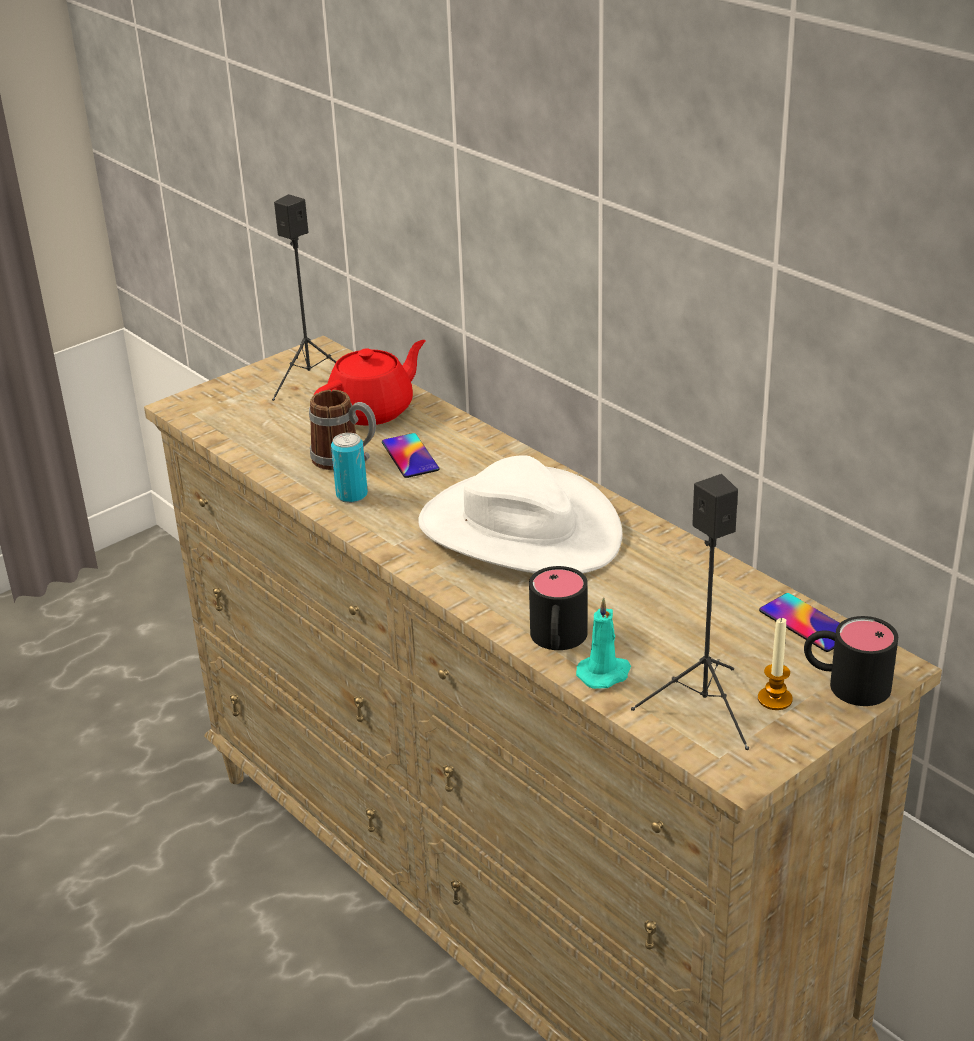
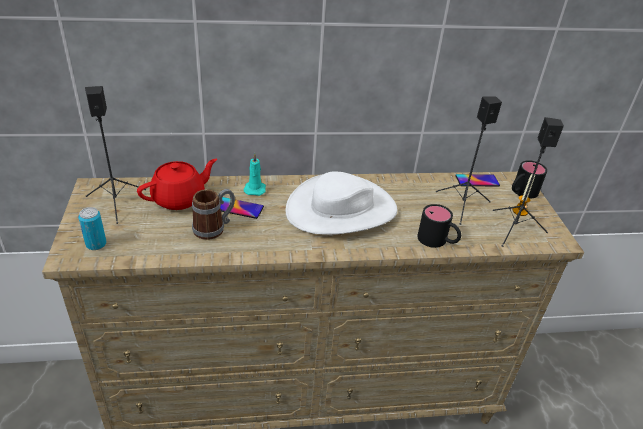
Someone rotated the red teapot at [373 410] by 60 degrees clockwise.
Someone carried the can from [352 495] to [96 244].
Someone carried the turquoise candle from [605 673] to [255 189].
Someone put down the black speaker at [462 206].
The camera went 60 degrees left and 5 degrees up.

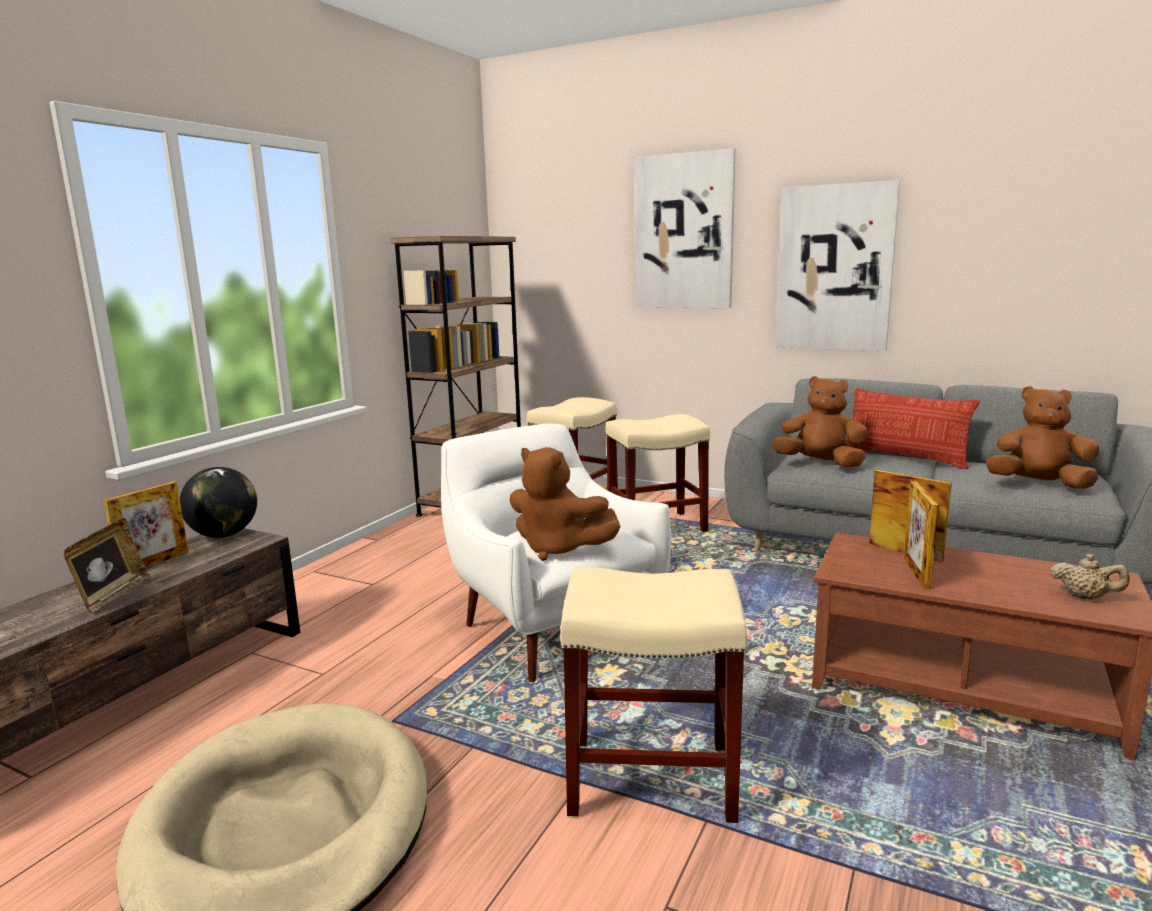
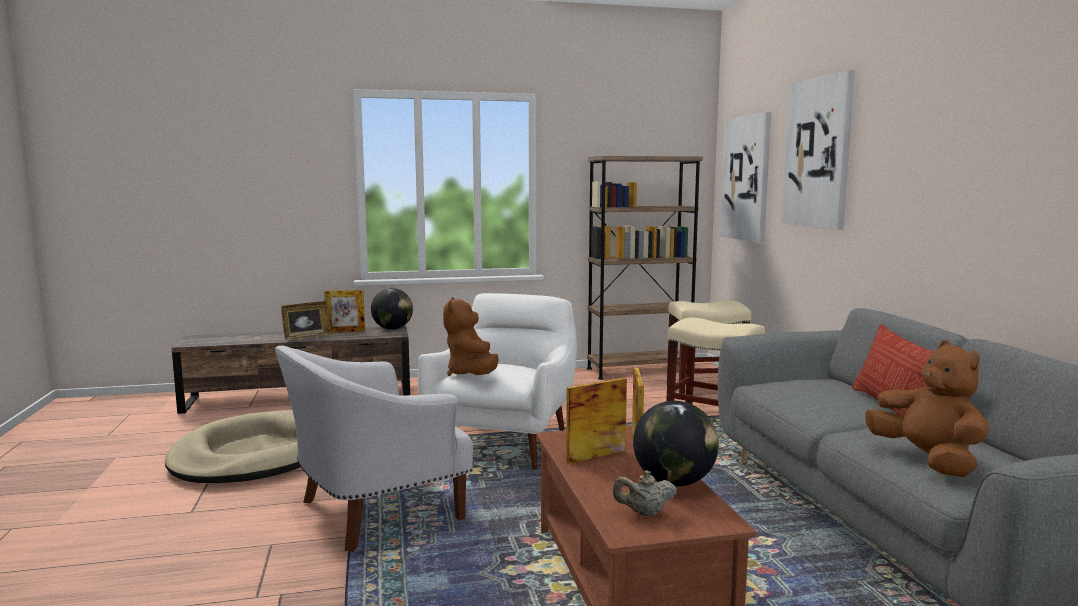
Someone swapped the beige stool at [649 780] for the white armchair at [373 512].
Someone took away the brown plush toy at [820 464].
Someone carried the picture from [834 268] to [746 178].
Someone rotated the beige teapot at [1085 597] by 90 degrees clockwise.
Someone put down the globe at [674 482].
The camera went 50 degrees right and 5 degrees down.

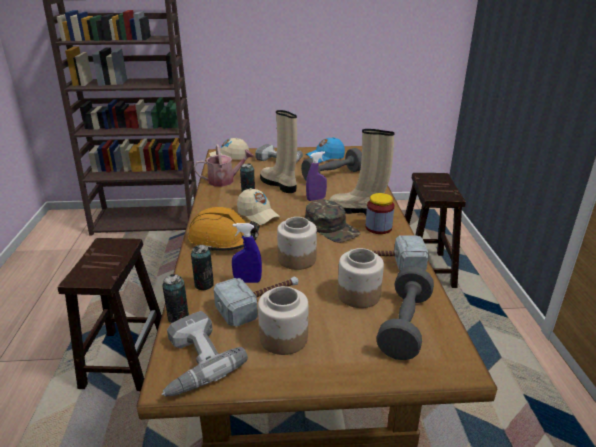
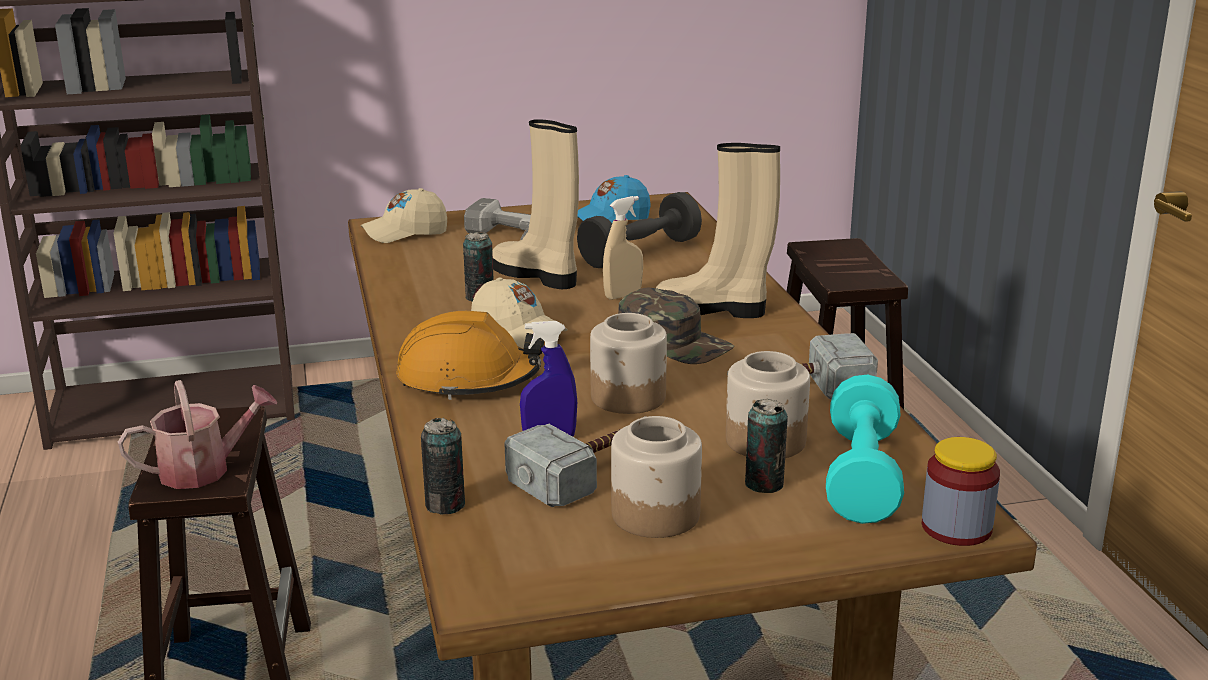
Someone took away the power drill at [191 362].
Someone carried the can from [204 285] to [764 484].
Someone carried the watering can from [225 180] to [204 469].
Someone repainted the purple spray bottle at [316 199], which became the beige spray bottle at [623 295].
Someone carried the jar from [378 228] to [956 527].
Someone repainted the grey dumbbell at [405 325], which became the turquoise dumbbell at [862 477].
The camera went 10 degrees left and 5 degrees down.

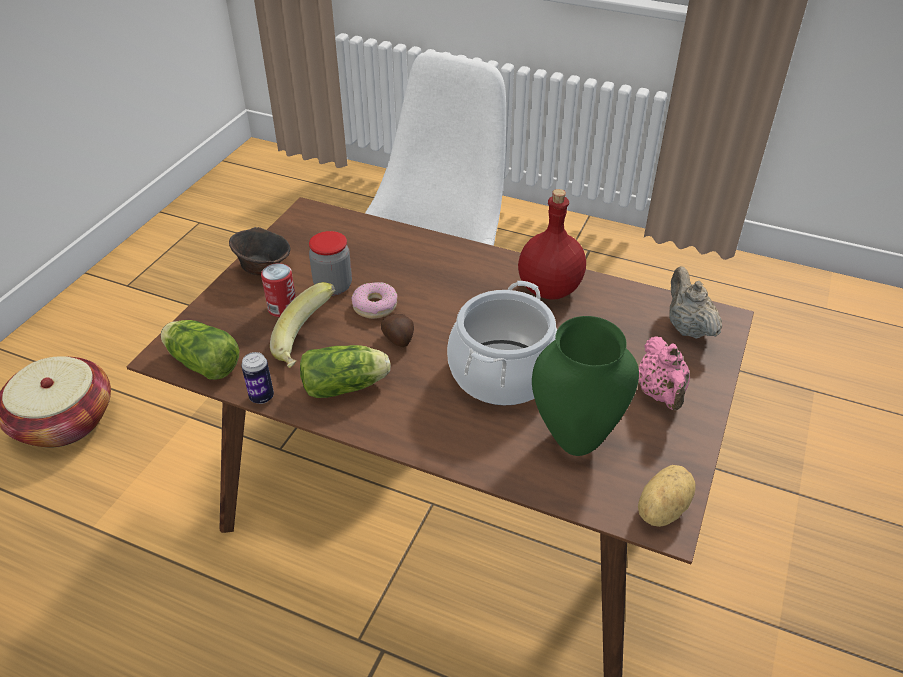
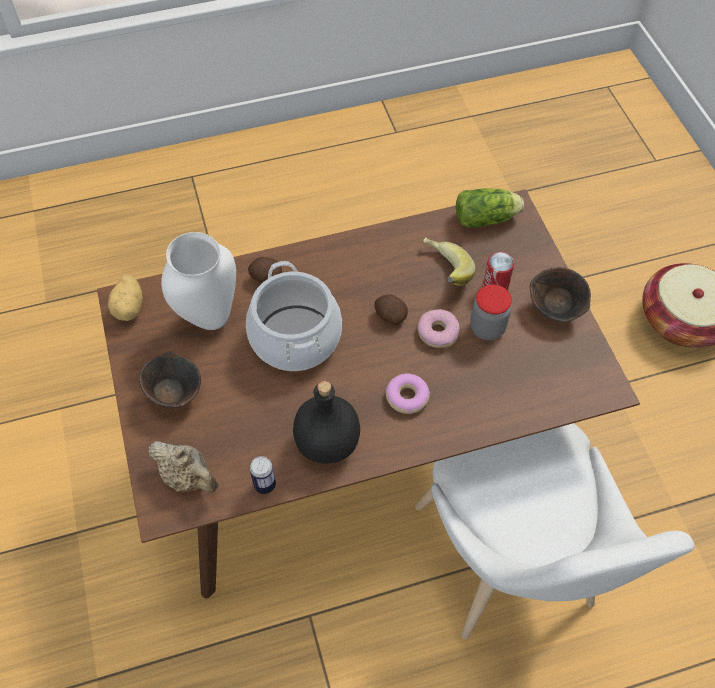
Someone carried the can from [261 397] to [265 485].
Someone took away the lettuce at [347 386].
Someone repainted the red bottle at [548 288], which became the black bottle at [328 443].
Someone repainted the green vase at [575 442], which became the white vase at [209 317].
Someone swapped the pink teapot at [660 394] for the brown bowl at [174 393].
Someone put down the potato at [266 278].
Someone put down the donut at [407 397].
The camera went 140 degrees right and 15 degrees up.

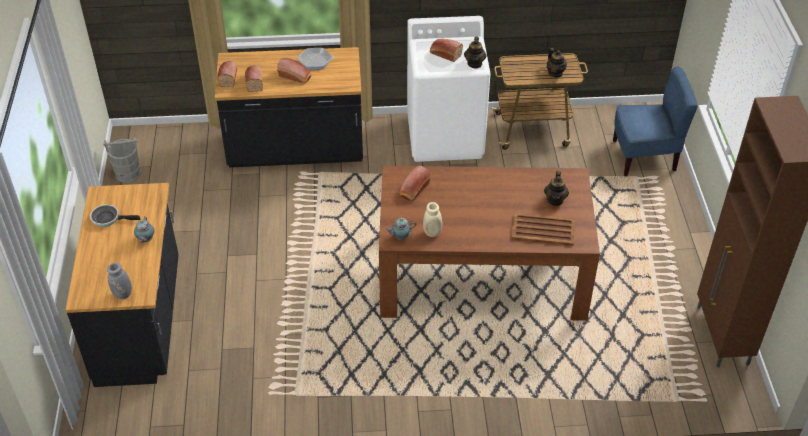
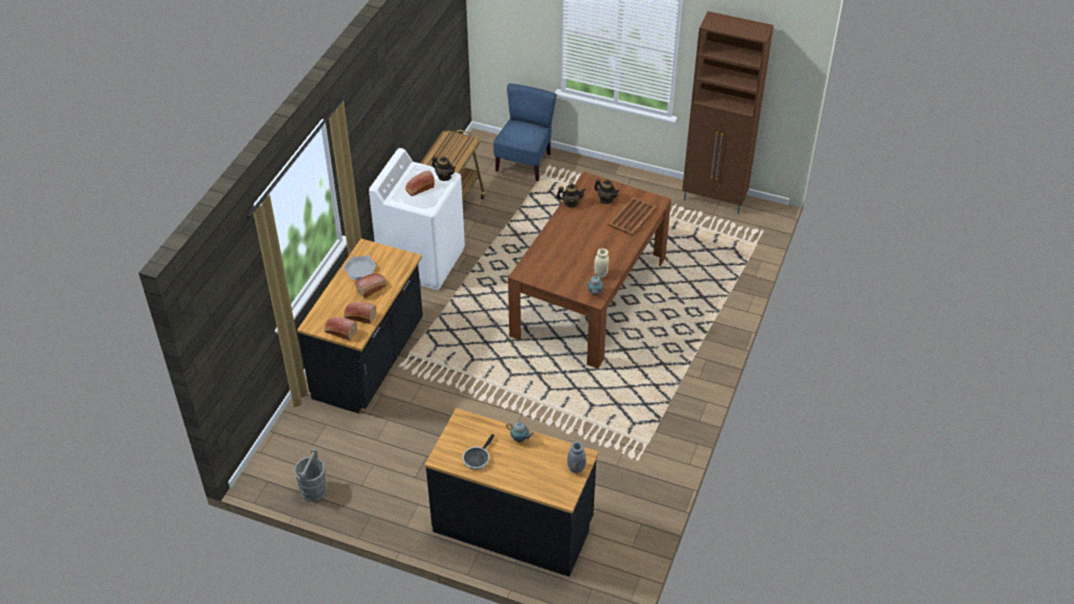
Someone took away the bread at [414 190].
Someone carried the teapot from [555 73] to [570 203].
The camera went 65 degrees left and 0 degrees up.

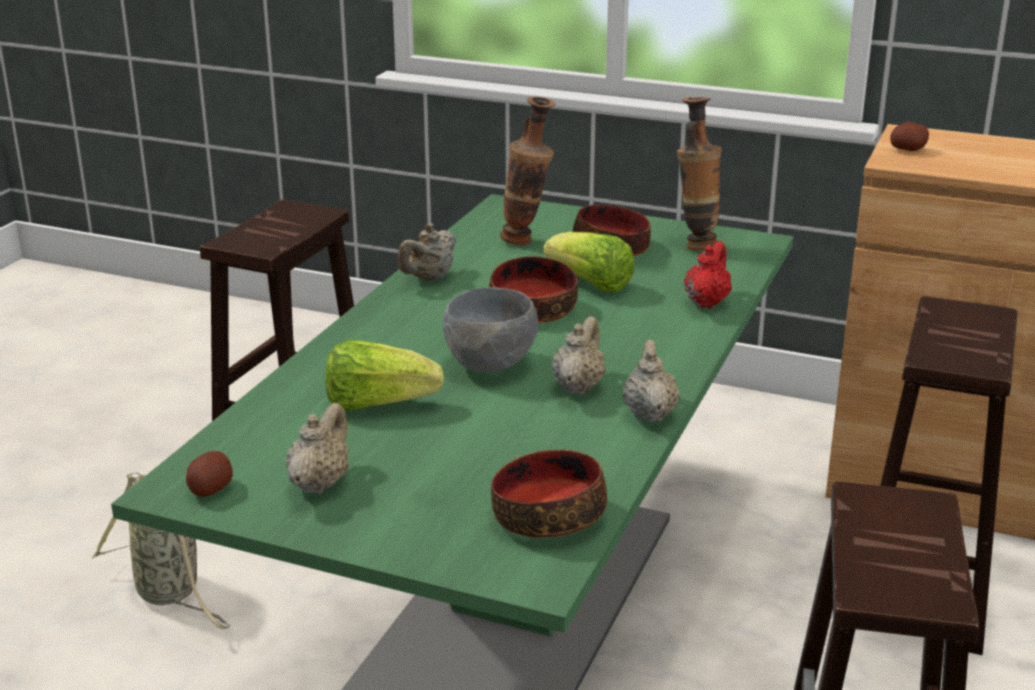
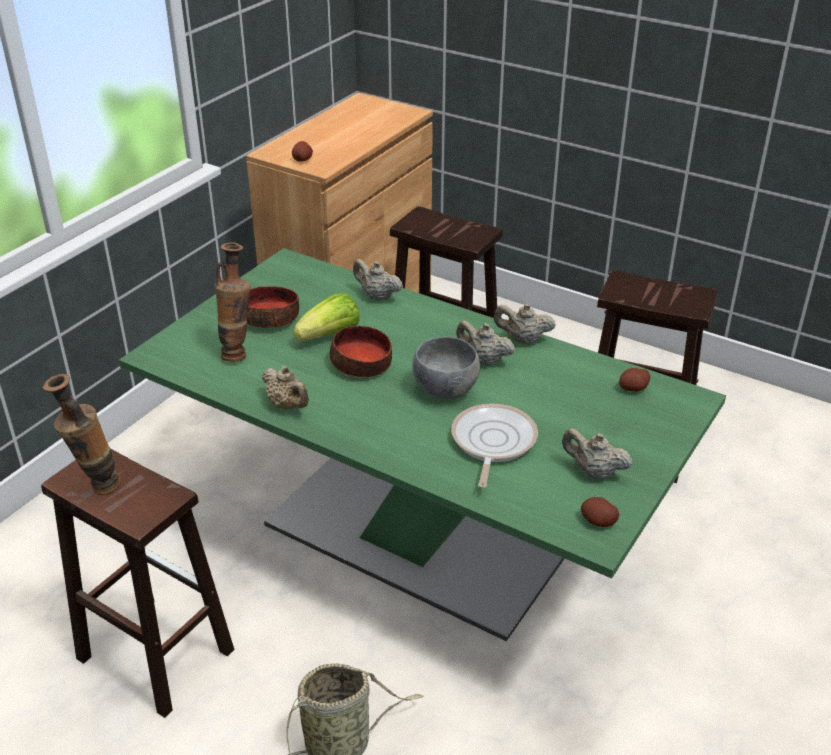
Someone swapped the lettuce at [378 404] for the frying pan at [492 442].
Someone swapped the bowl at [549 515] for the potato at [633 388].
Someone carried the vase from [695 244] to [96 488].
Someone repainted the red teapot at [706 302], which became the beige teapot at [377 296].
The camera went 80 degrees left and 10 degrees up.

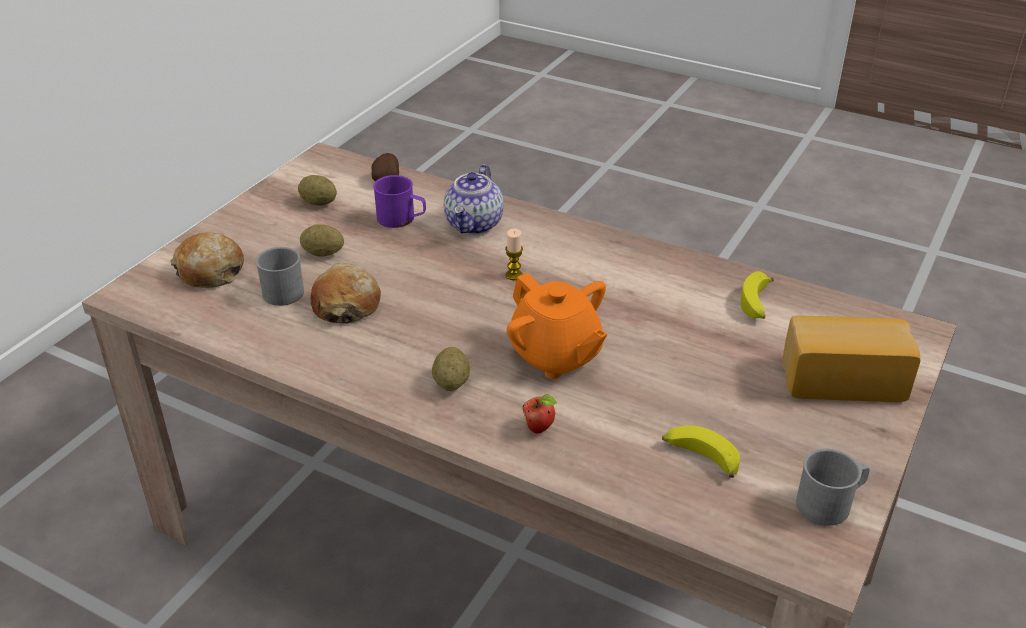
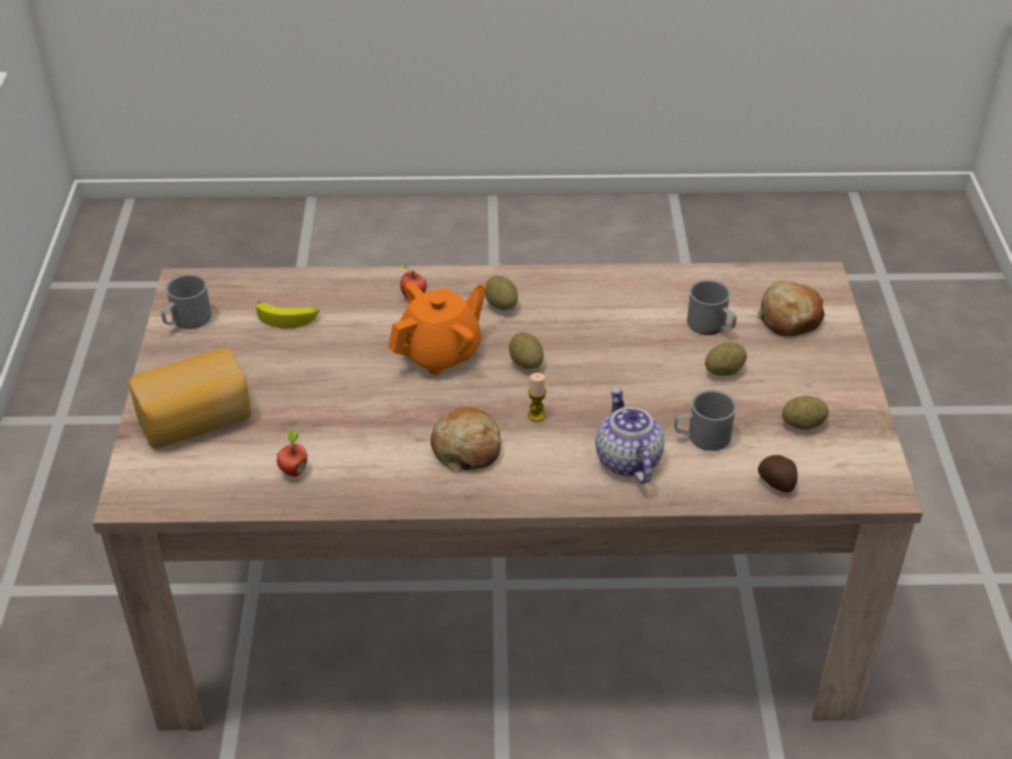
Someone carried the bread from [346 305] to [466 449].
Someone repainted the purple mug at [401 219], which became the grey mug at [702 437].
Someone rotated the orange teapot at [555 356] by 120 degrees clockwise.
Someone swapped the banana at [757 304] for the apple at [293 471].
Someone put down the potato at [526 363].
The camera went 150 degrees right and 5 degrees up.

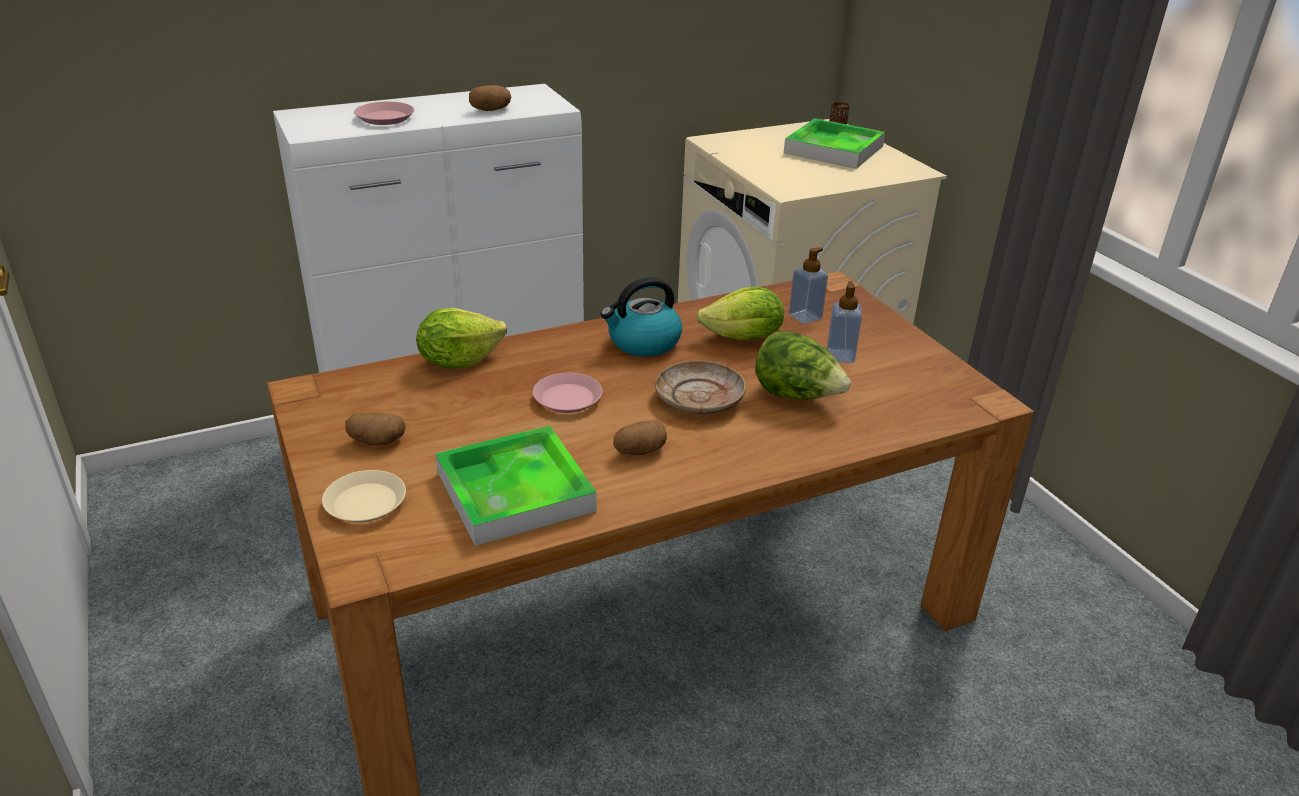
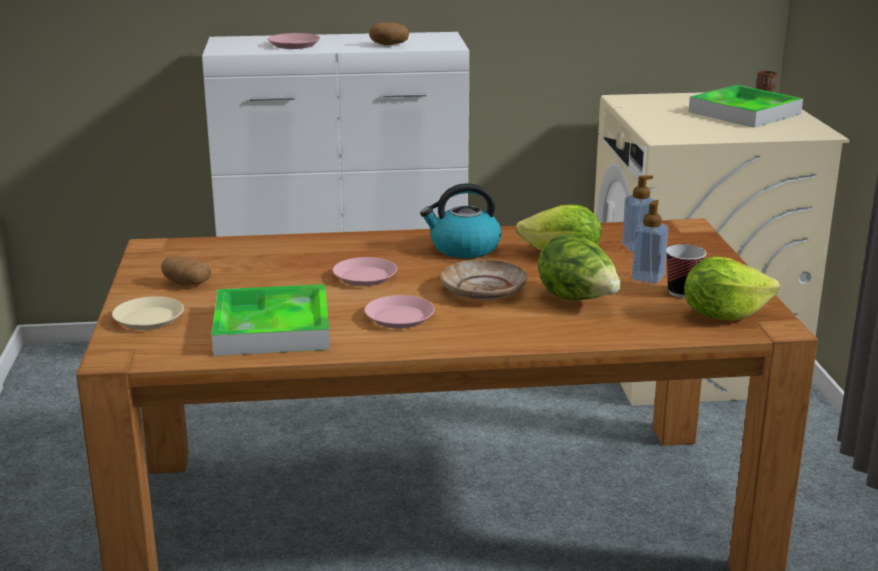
Someone carried the lettuce from [459 361] to [723 315].
Someone swapped the potato at [640 451] for the pink plate at [400 317].
Someone put down the cup at [682 292].
The camera went 20 degrees right and 10 degrees down.

